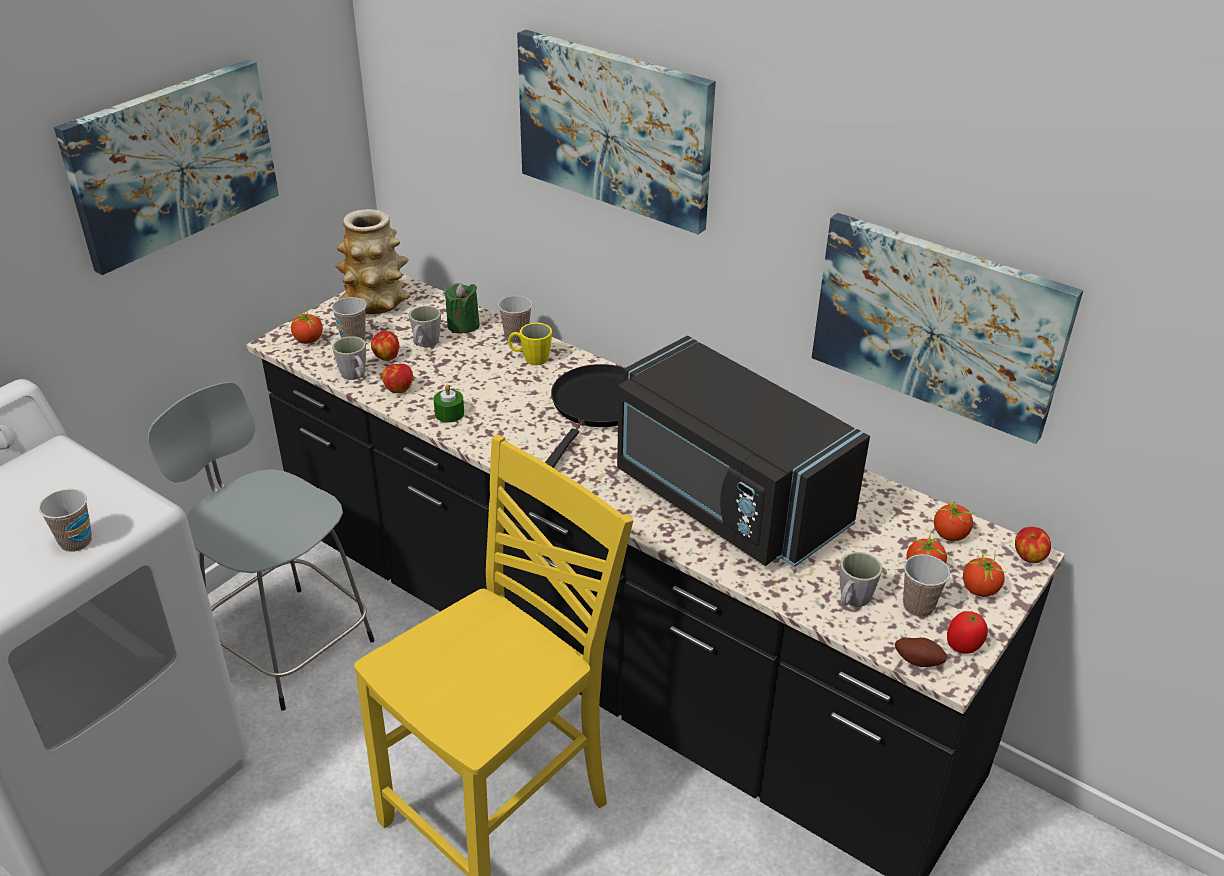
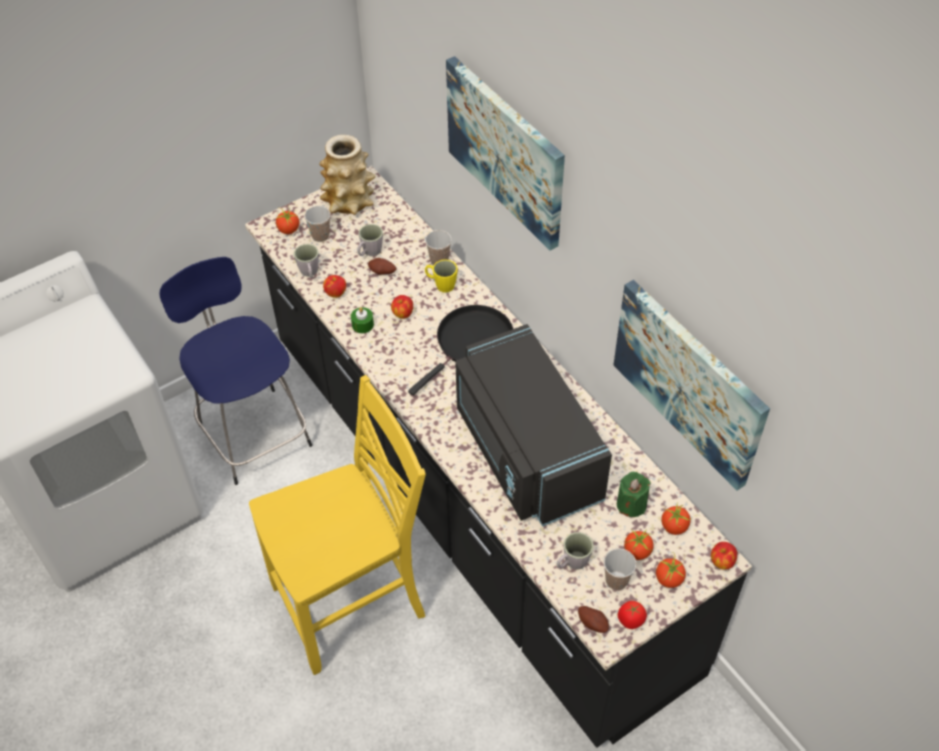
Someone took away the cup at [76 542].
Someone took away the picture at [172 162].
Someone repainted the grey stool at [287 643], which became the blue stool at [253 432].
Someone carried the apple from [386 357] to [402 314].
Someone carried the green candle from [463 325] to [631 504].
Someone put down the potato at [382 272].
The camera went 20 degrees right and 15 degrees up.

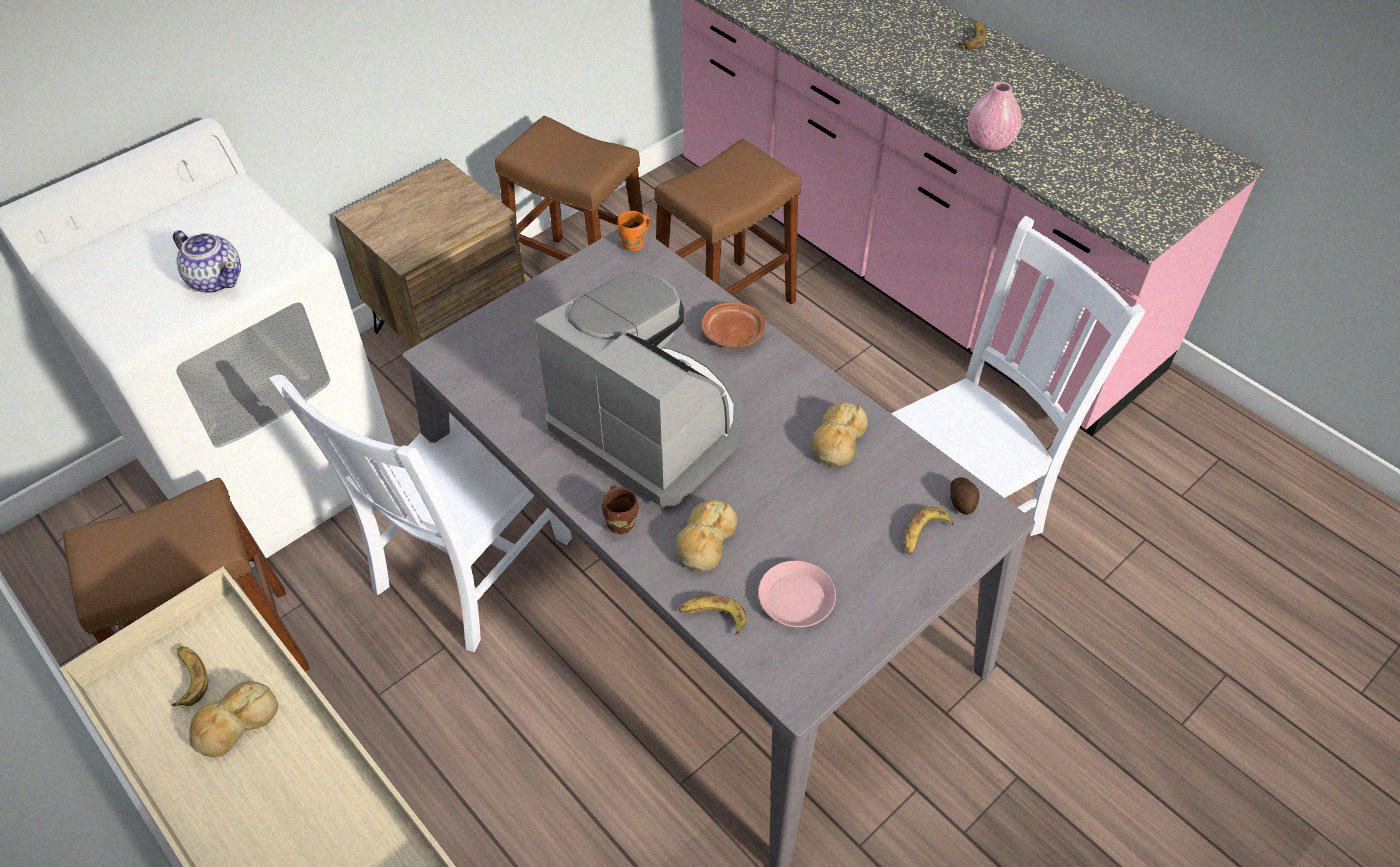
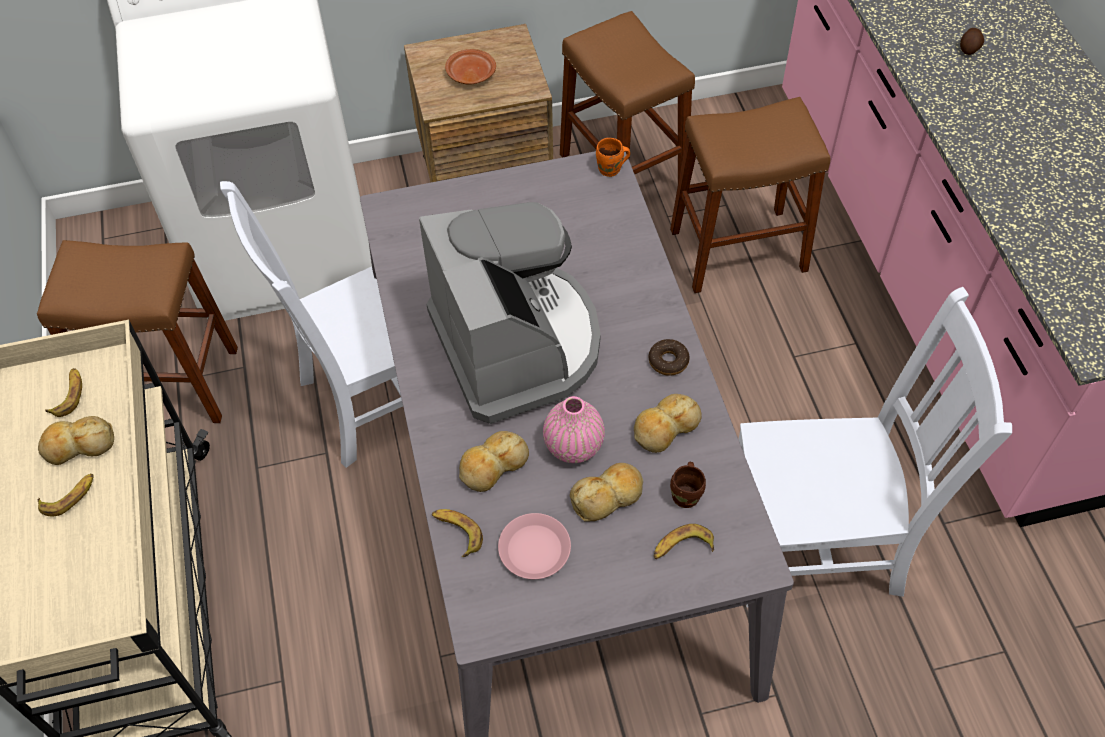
Someone took away the teapot at [216 279].
Someone carried the brown mug from [622 521] to [687 495].
Someone carried the brown plate from [732 334] to [470 74].
Someone carried the potato from [962 501] to [969 48].
Someone carried the banana from [972 39] to [69 497].
Someone carried the pink vase from [989 142] to [573 446].
Someone put down the bread at [608 497].
Someone put down the donut at [668 361].
The camera went 30 degrees right and 5 degrees up.

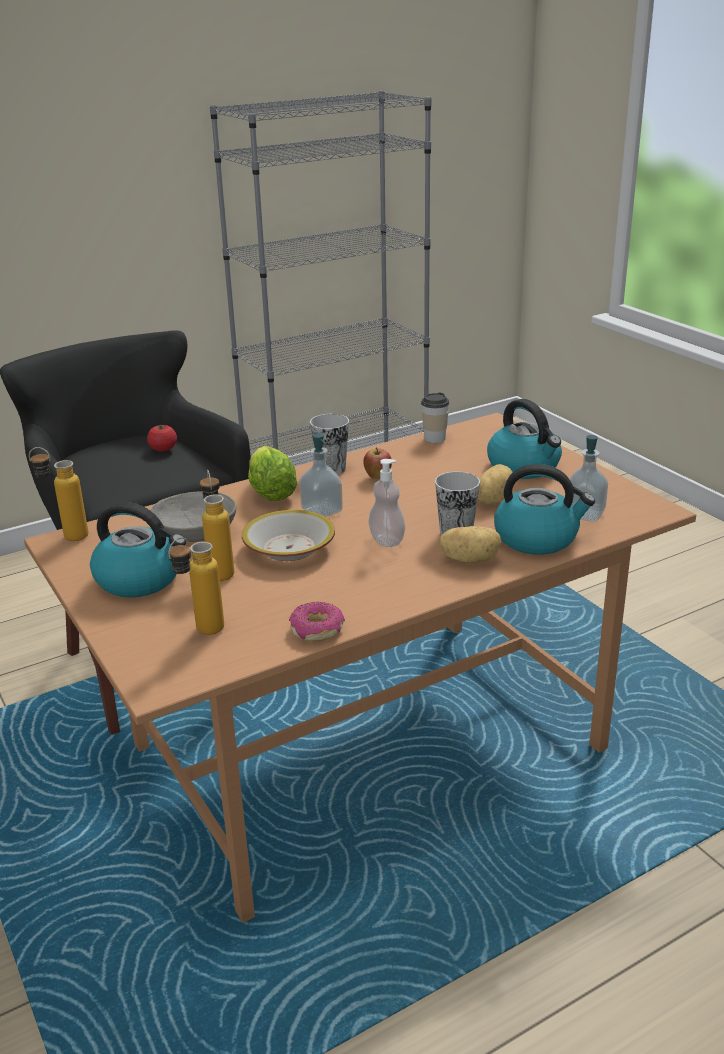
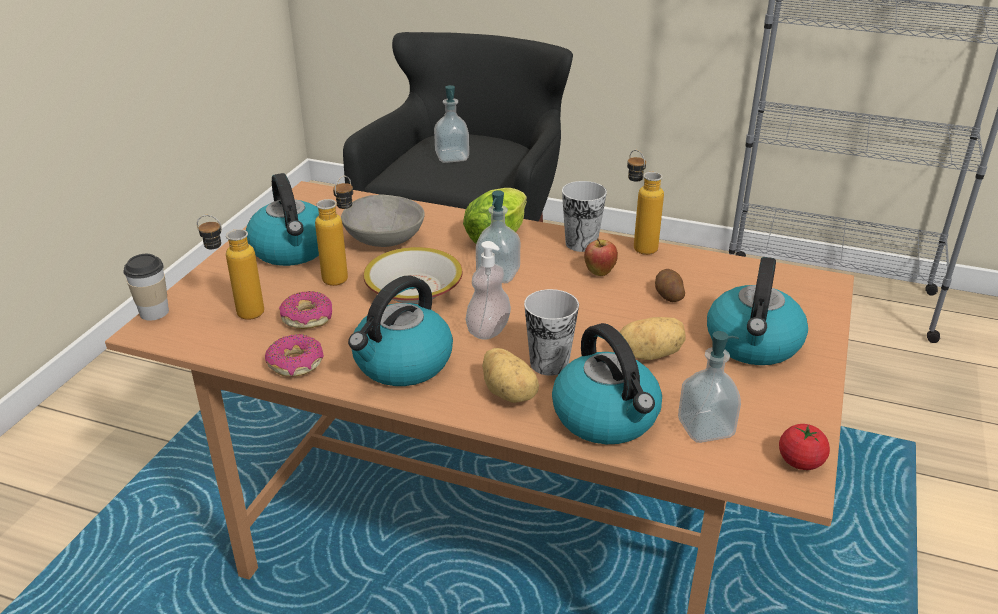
Someone carried the bottle from [66 536] to [638 245].
Someone carried the tomato from [163 449] to [800 461].
Someone carried the cup from [434 438] to [154 312].
Someone put down the donut at [307 318].
Someone put down the kettle at [402 364].
Someone put down the soap dispenser at [452 157].
Someone put down the potato at [668 295].
The camera went 50 degrees right and 5 degrees up.

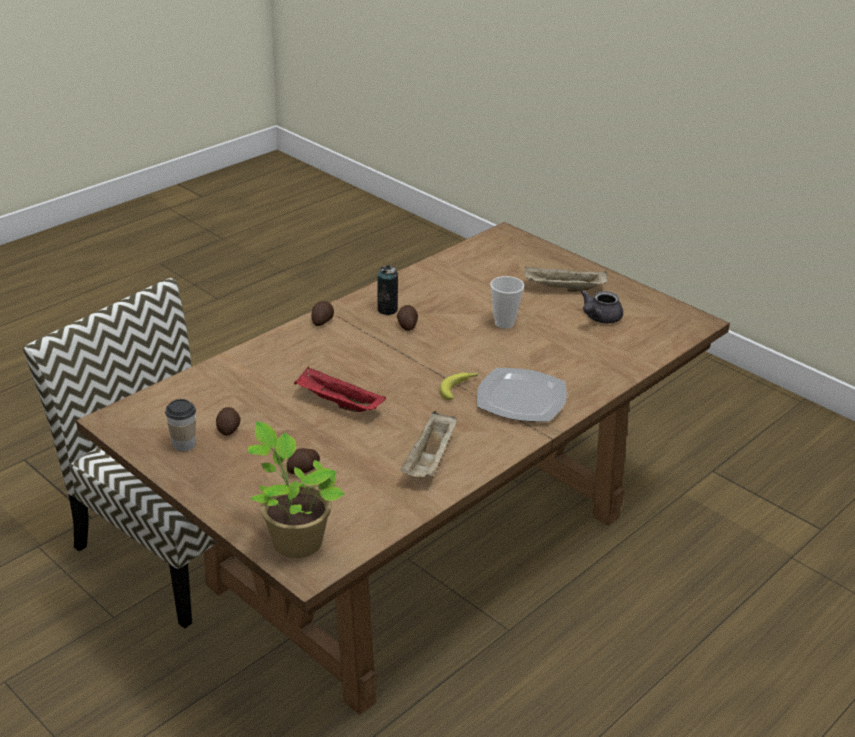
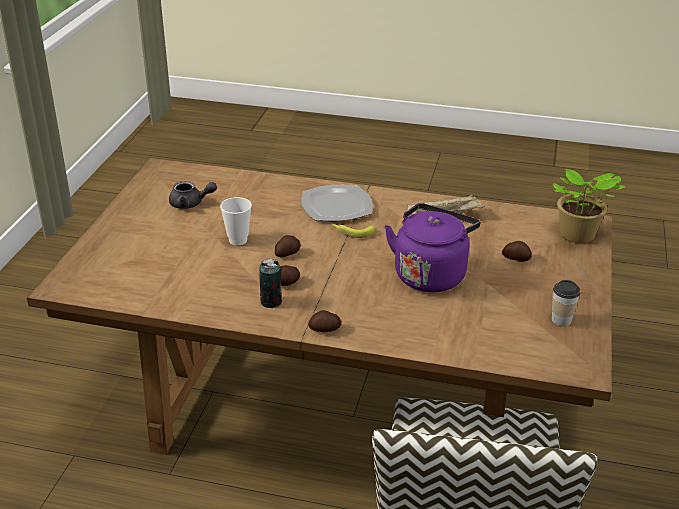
Someone carried the potato from [229 428] to [287 253].
Someone swapped the red tray at [337 403] for the purple kettle at [431 274].
Someone took away the beige tray at [563 289].
The camera went 120 degrees left and 0 degrees up.

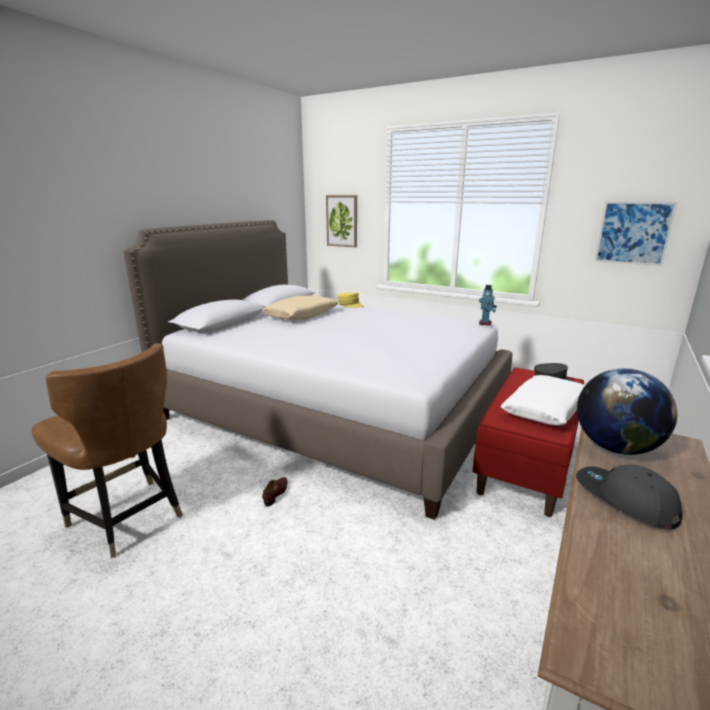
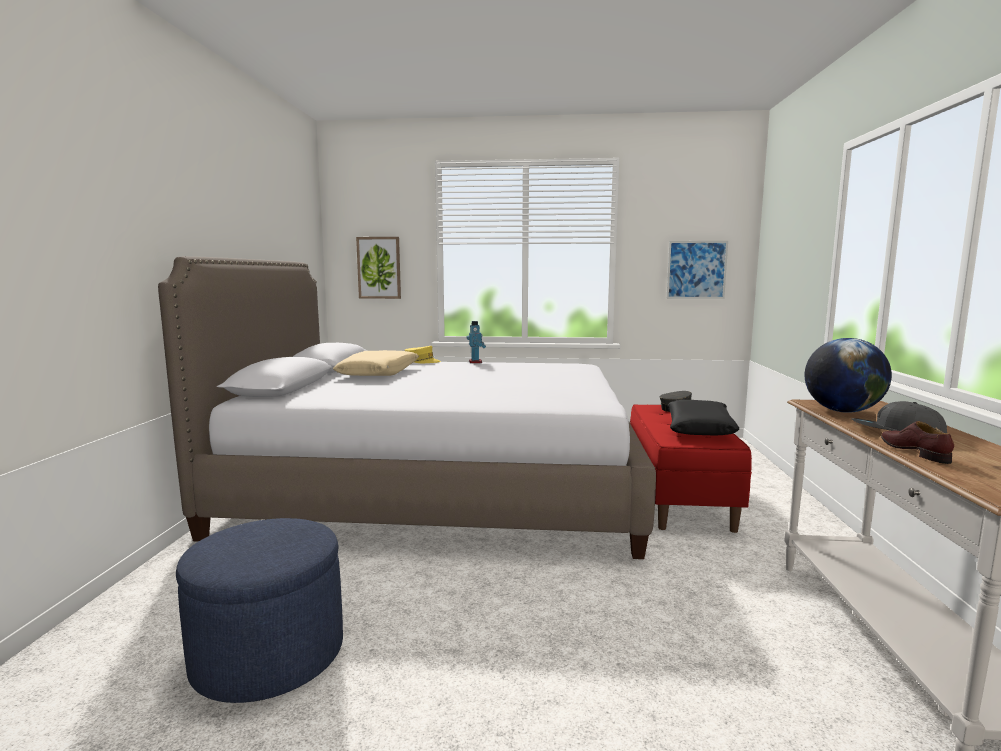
Someone swapped the brown chair at [128 518] for the blue ottoman at [269 655].
Someone carried the brown shoe from [276 493] to [914 452].
Someone carried the toy robot from [485 323] to [476 362].
Someone repainted the white pillow at [546 409], which became the black pillow at [699 428].
The camera went 25 degrees left and 10 degrees down.

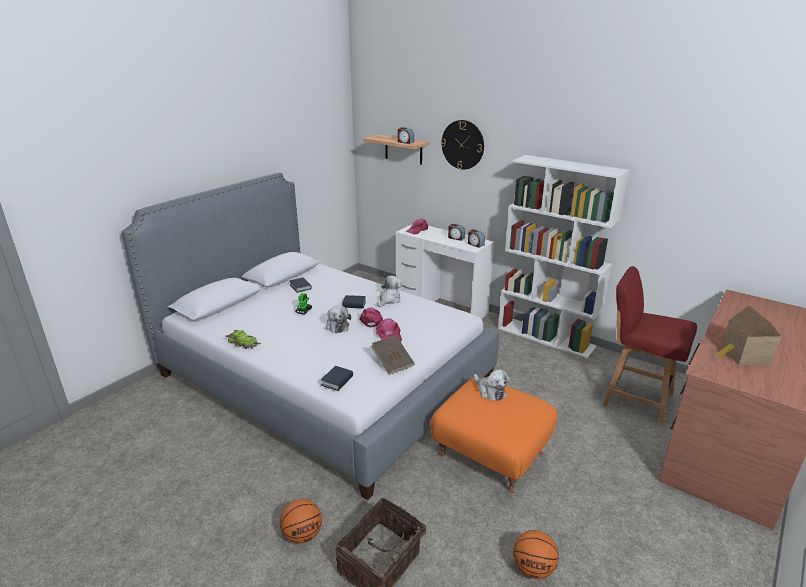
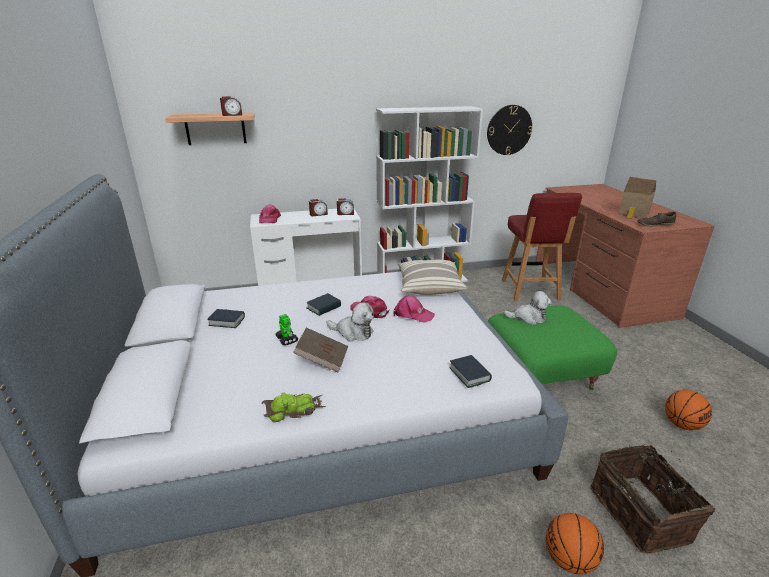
Someone carried the brown book from [392 363] to [322 359].
Someone took away the plush toy at [389 300].
Someone repainted the orange ottoman at [490 455], which became the green ottoman at [539 377].
Someone carried the wall clock from [462 144] to [509 130].
Someone rotated the red chair at [635 399] by 75 degrees counterclockwise.
Someone put down the pillow at [429 286].
Someone put down the brown shoe at [655 224].
The camera went 50 degrees left and 0 degrees up.

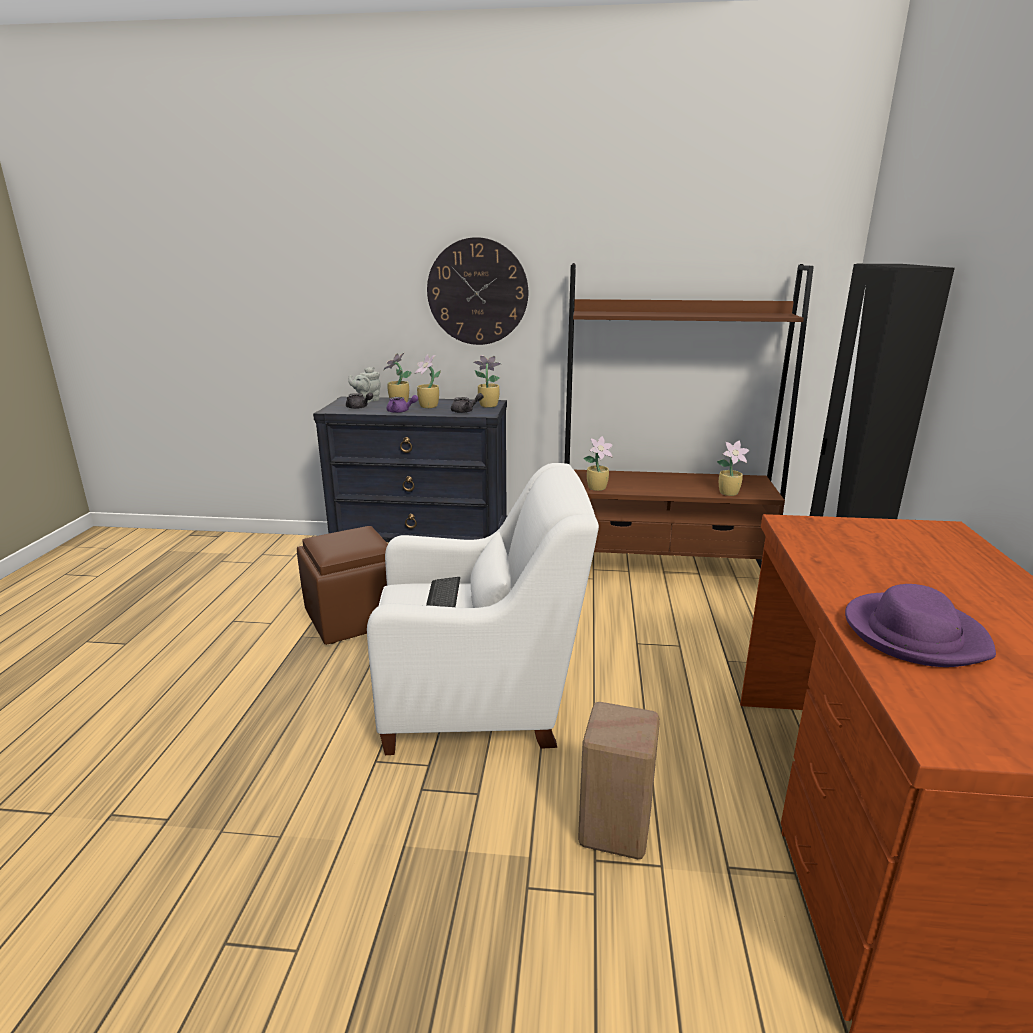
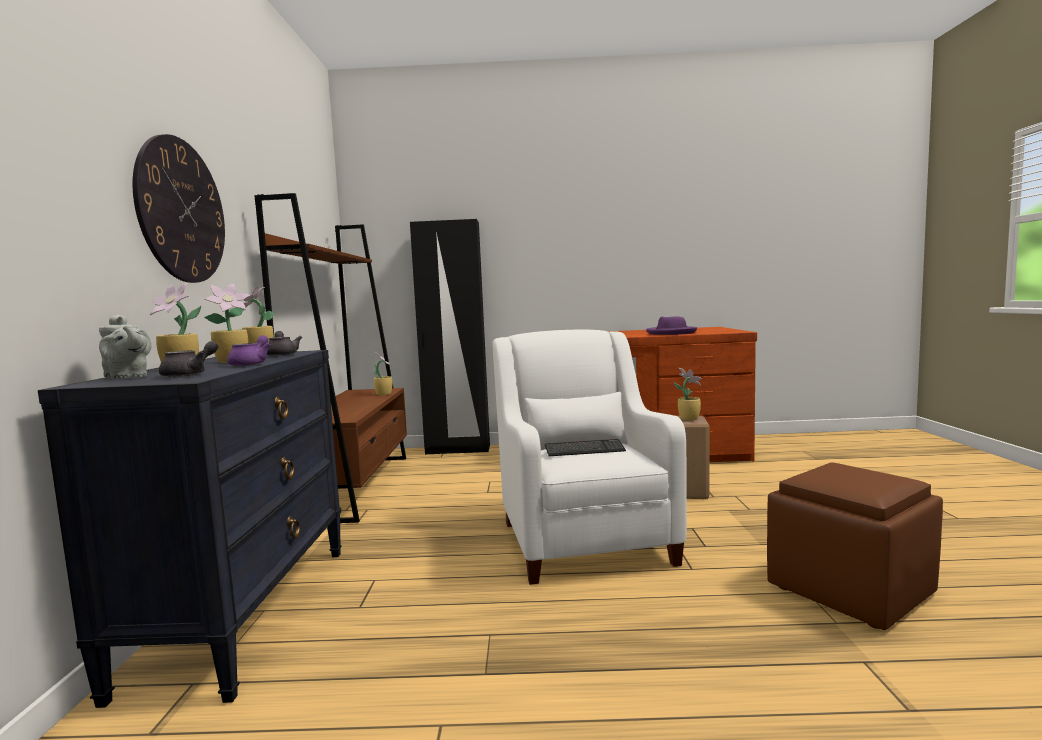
Someone carried the brown ottoman from [356 618] to [849 589].
Someone carried the potted plant from [598 488] to [688 418].
The camera went 95 degrees left and 15 degrees down.

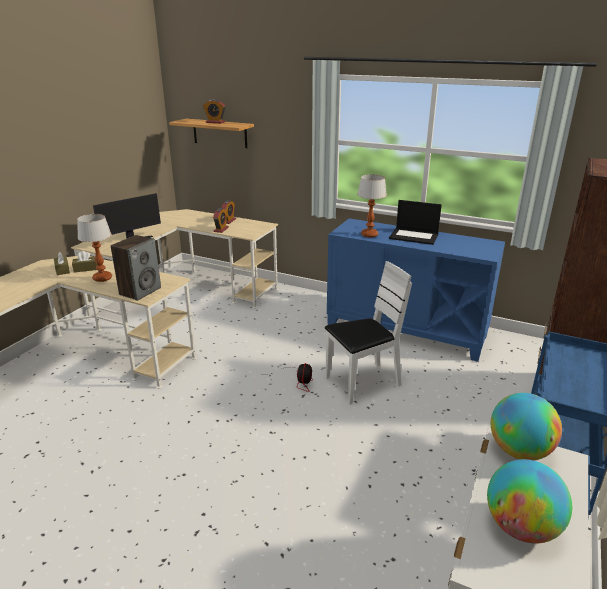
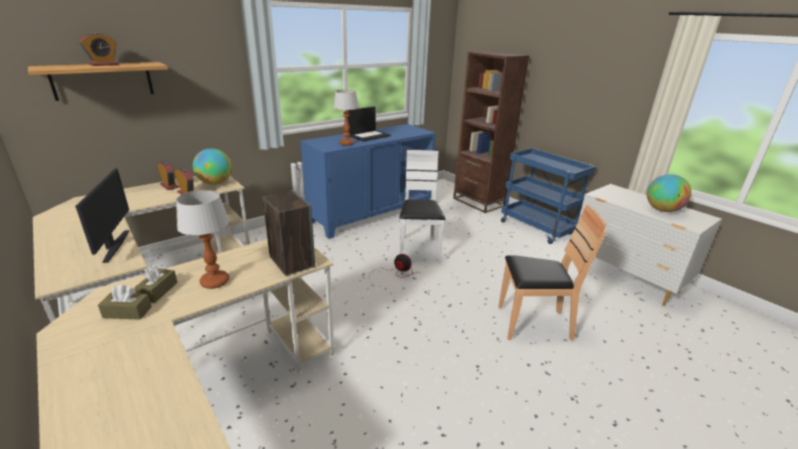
Someone carried the globe from [519 451] to [215 183].
Someone put down the brown chair at [533 324].
The camera went 65 degrees left and 0 degrees up.

